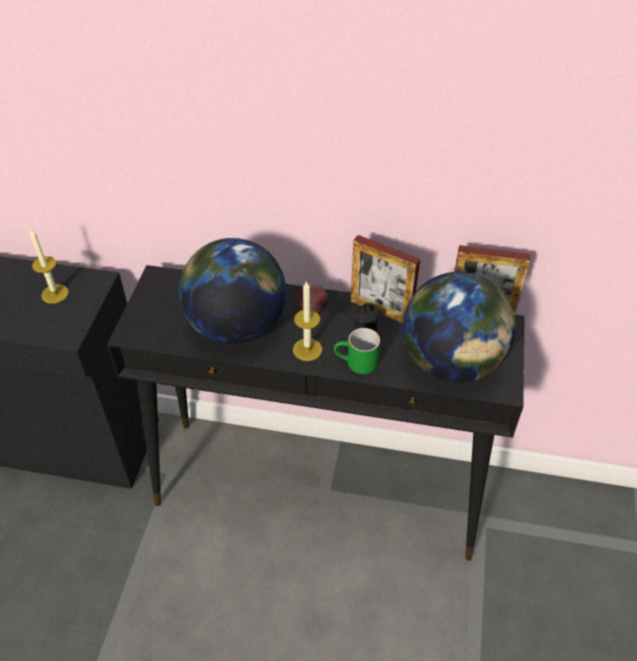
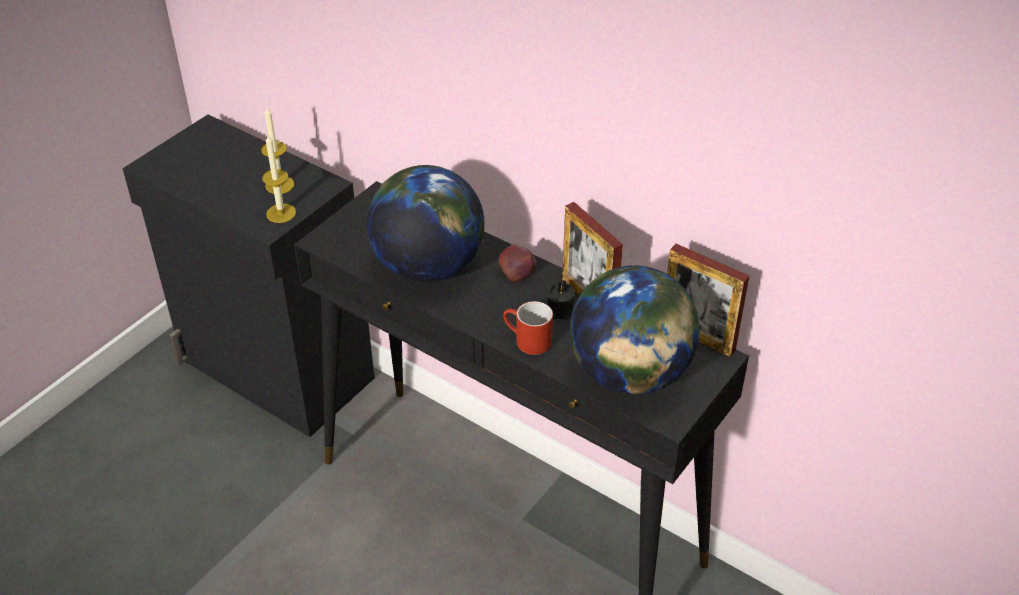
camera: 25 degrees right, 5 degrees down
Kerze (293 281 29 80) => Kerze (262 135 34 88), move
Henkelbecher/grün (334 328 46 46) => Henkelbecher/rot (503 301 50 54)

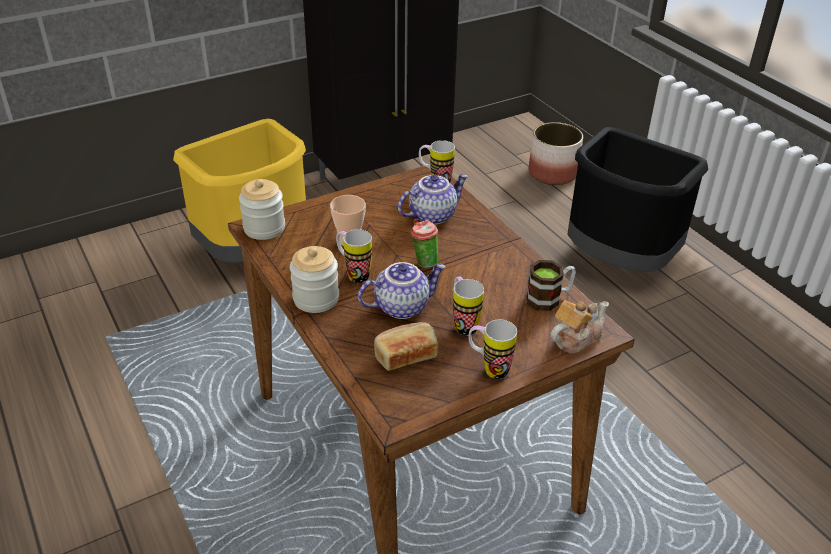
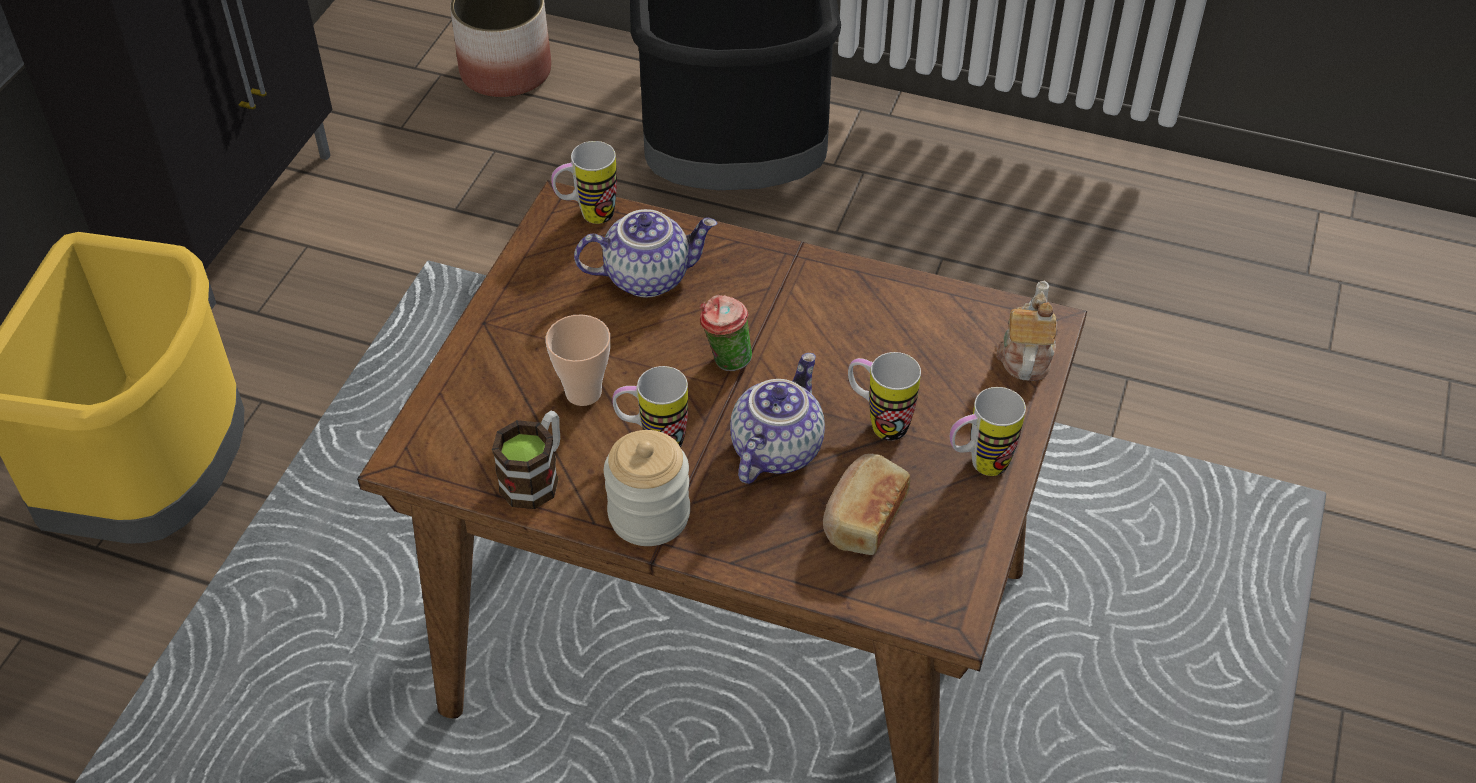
camera: 40 degrees left, 10 degrees up
Vorratsglas (239 179 46 61) => nothing
Henkelbecher (526 260 50 51) => Henkelbecher (492 411 68 98), move
Teekanne (398 174 70 51) => Teekanne (574 209 143 89), 60 degrees clockwise

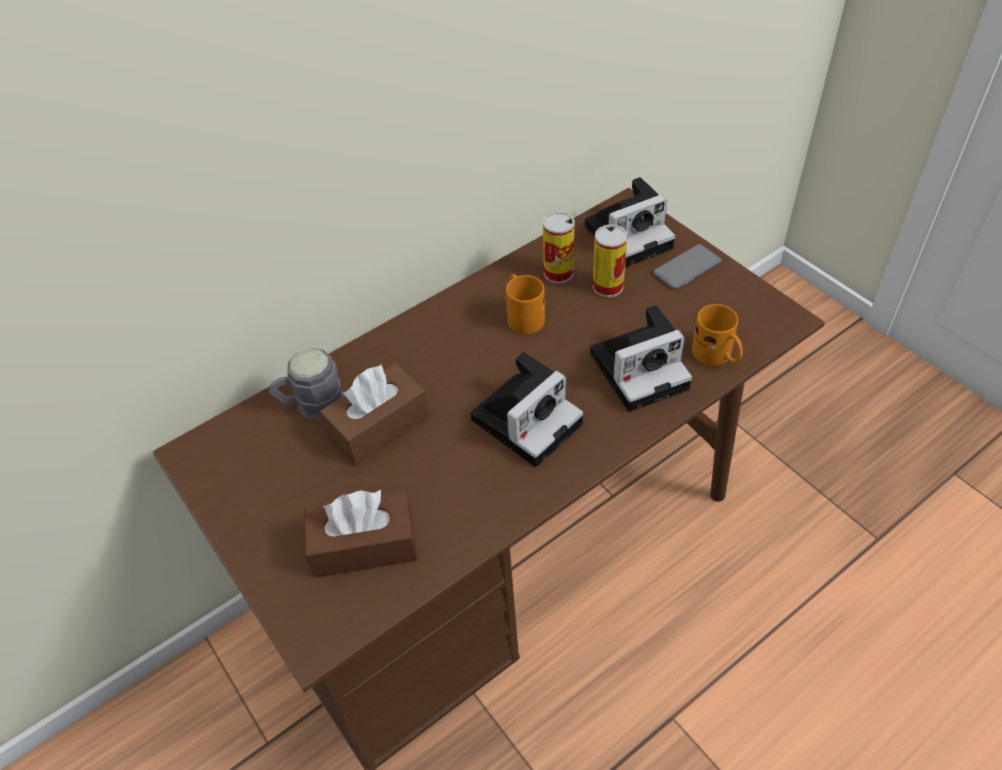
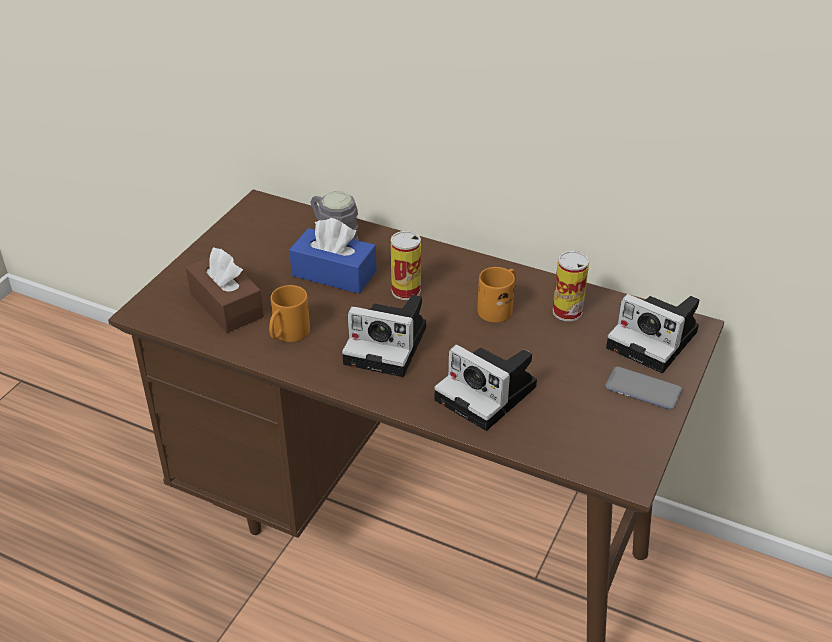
camera: 60 degrees right, 10 degrees down
Dose (593 224 35 73) => Dose (391 231 30 69), move
Henkelbecher/orange (692 304 51 62) => Henkelbecher/orange (269 285 41 57), move
Taschentuchbox/braun (320 363 109 102) => Taschentuchbox/blau (289 218 88 76)

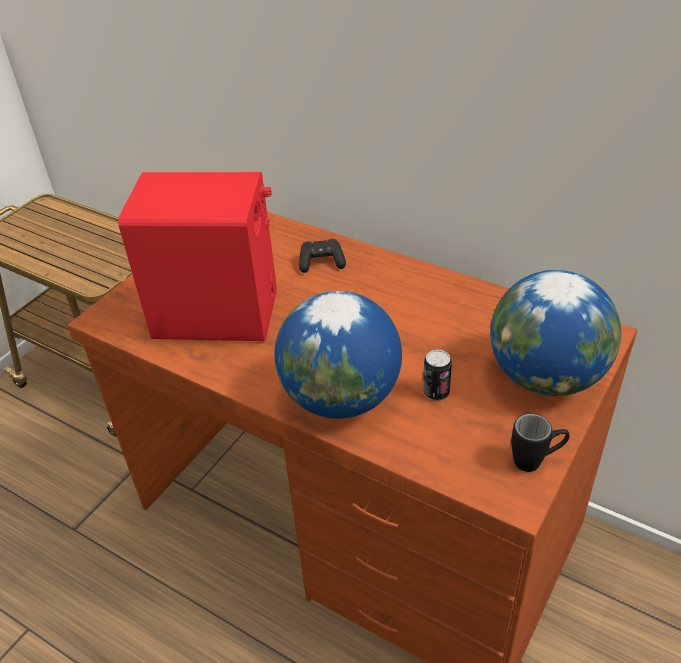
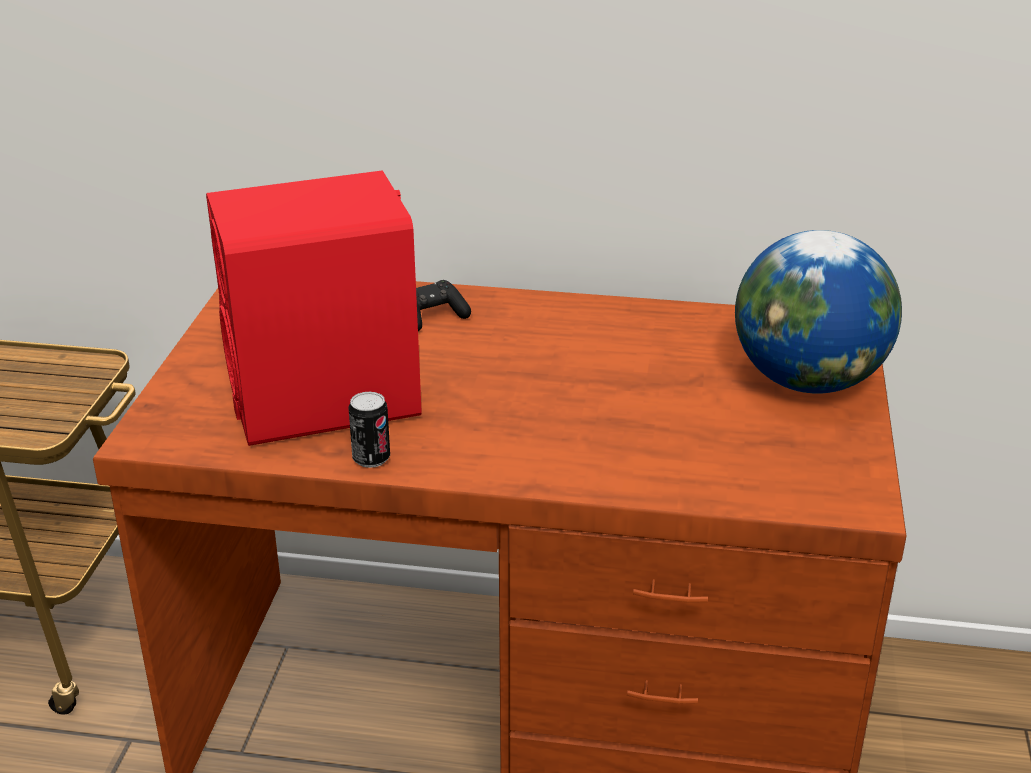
camera: 25 degrees left, 10 degrees down
Globus (274 291 128 128) => nothing
Henkelbecher/schwarz (511 414 59 58) => nothing
Dose (423 349 29 52) => Dose (348 392 42 76), move

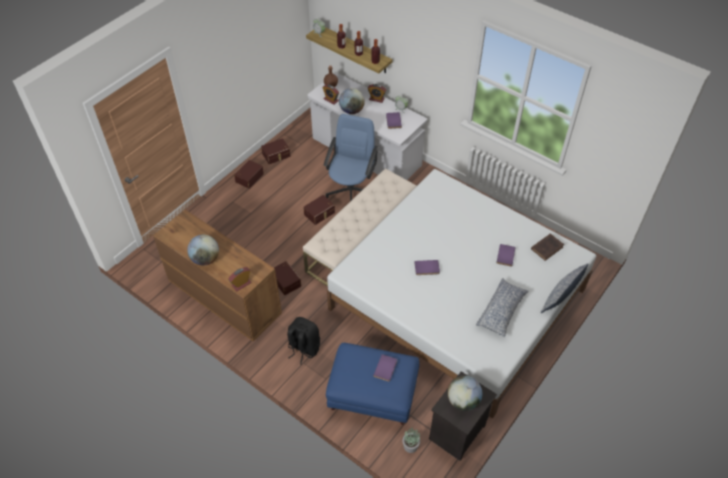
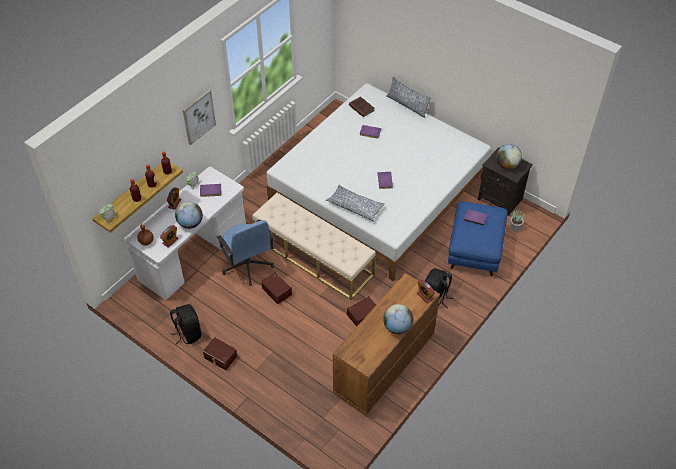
camera: 90 degrees left, 0 degrees up
nothing => Bild (183 90 33 55)
Kissen (476 278 53 60) => Kissen (326 185 59 36), move
Aufbewahrungsbox/braun (261 138 30 26) => Rucksack/schwarz (170 304 31 40)
Bürostuhl/blau (324 114 54 87) => Bürostuhl/blau (217 220 57 66), 135 degrees counterclockwise

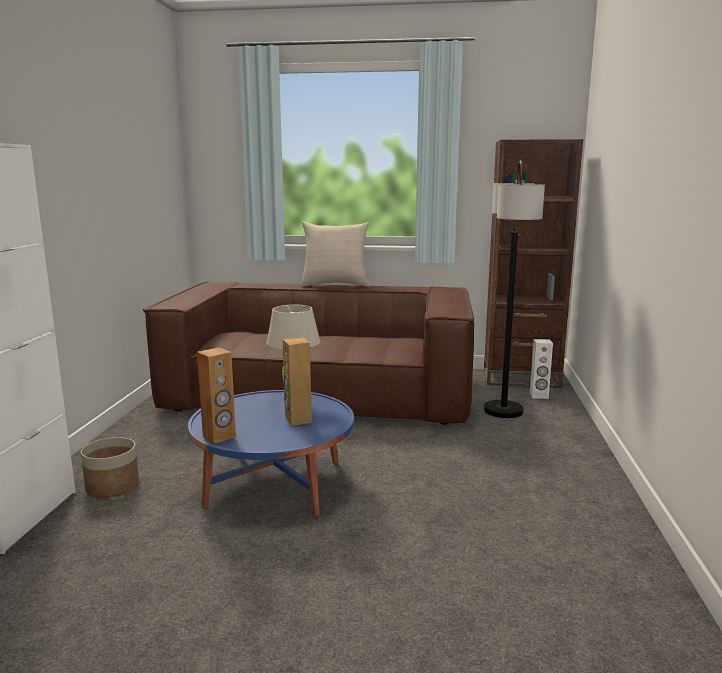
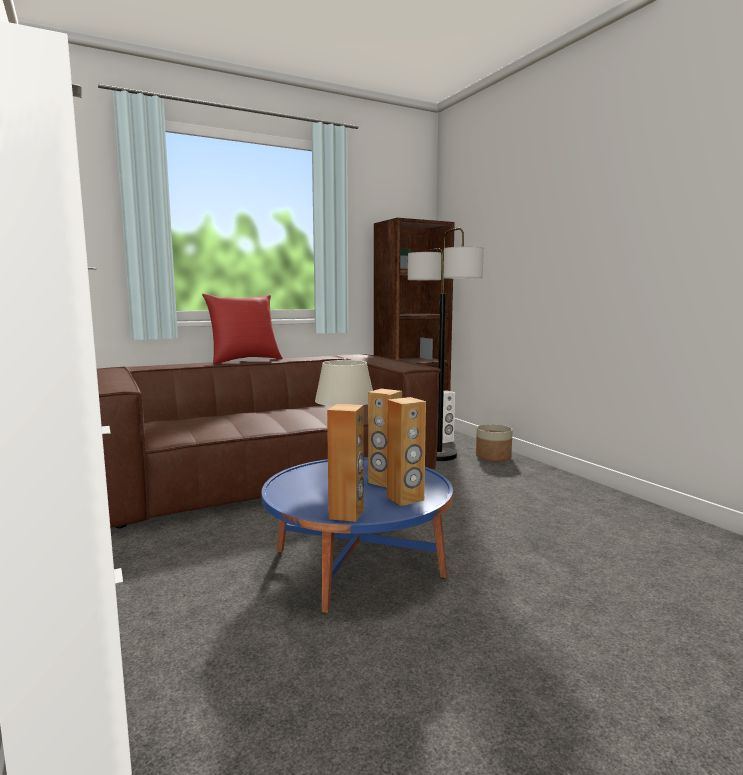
camera: 35 degrees left, 5 degrees down
nothing => Lautsprecher/braun (387 397 39 109)
Pflanzkübel (81 437 58 61) => Pflanzkübel (476 424 37 38), move
Kissen/beige (301 222 68 65) => Kissen/rot (202 294 81 70)

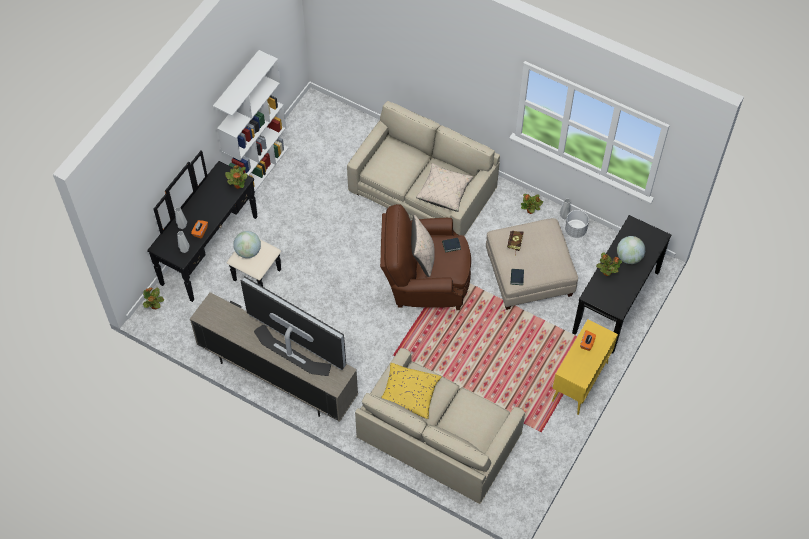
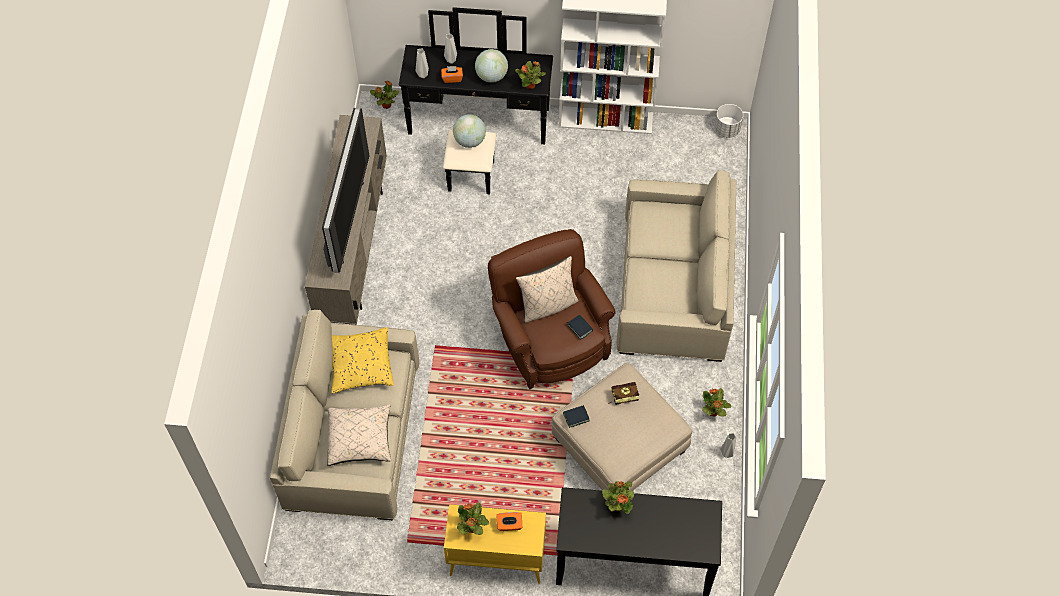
camera: 65 degrees right, 0 degrees up
nothing => Topfpflanze (457 502 32 33)
Kissen/beige (416 163 57 49) => Kissen/beige (327 404 64 62), move
Pflanzkübel/weiß (565 210 24 28) => Pflanzkübel/weiß (714 104 29 34), move
Globus (617 236 28 28) => Globus (475 49 33 34), move

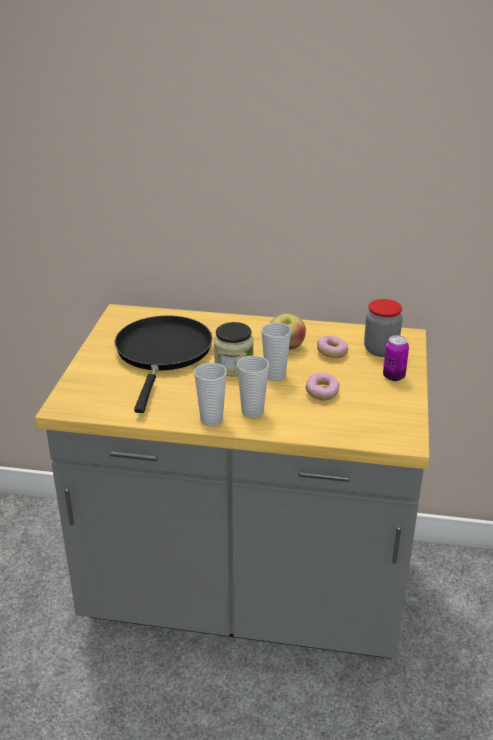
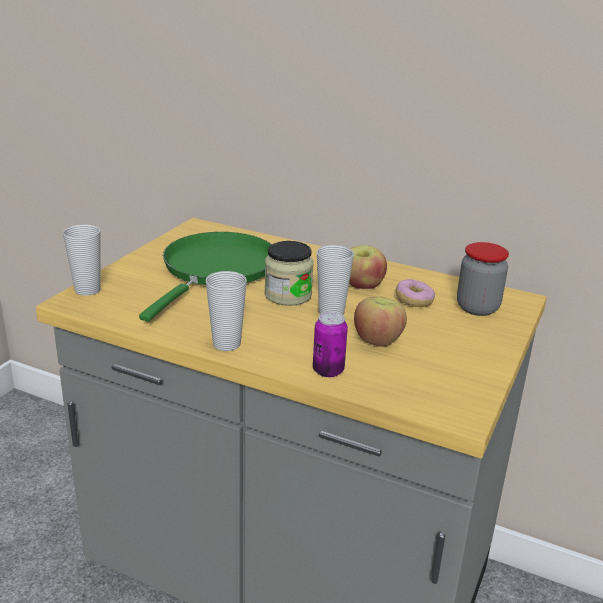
camera: 15 degrees right, 5 degrees down
Tasse (237 356 32 62) => Tasse (63 224 38 72), move
Dose (383 335 26 46) => Dose (313 312 35 65), move
Donut (306 373 33 28) => Apfel (354 297 53 50)
Pfanne/schwarz (114 316 99 97) => Pfanne/grün (139 232 133 89)

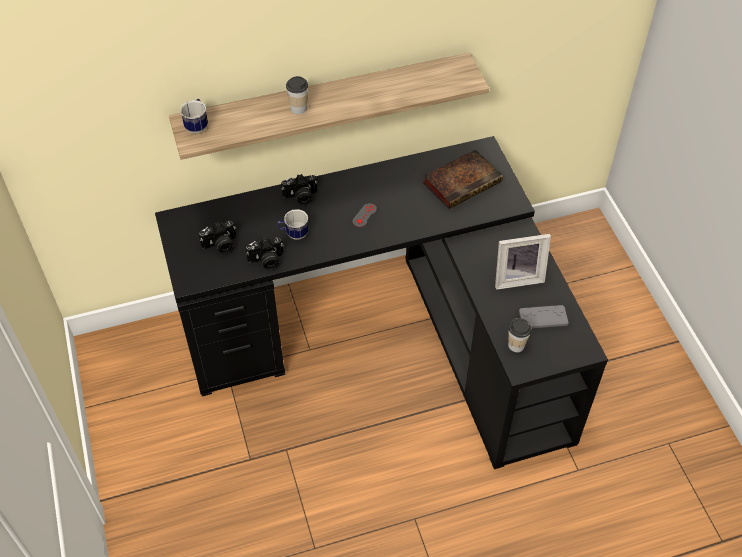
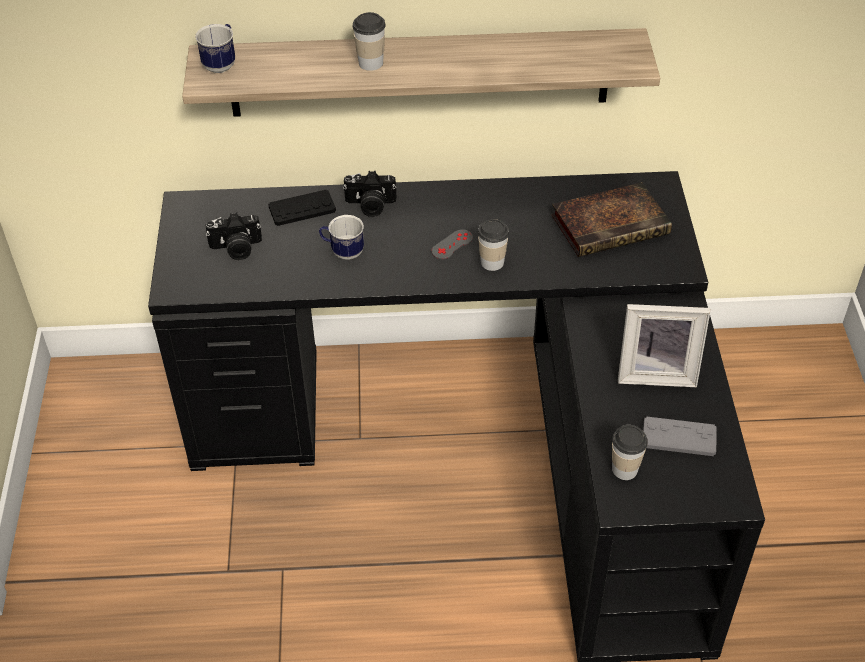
camera: 15 degrees right, 5 degrees down
Kamera (245 237 39 33) => nothing
nothing => Gamepad/schwarz (268 190 68 36)
nothing => Tasse (478 219 31 52)

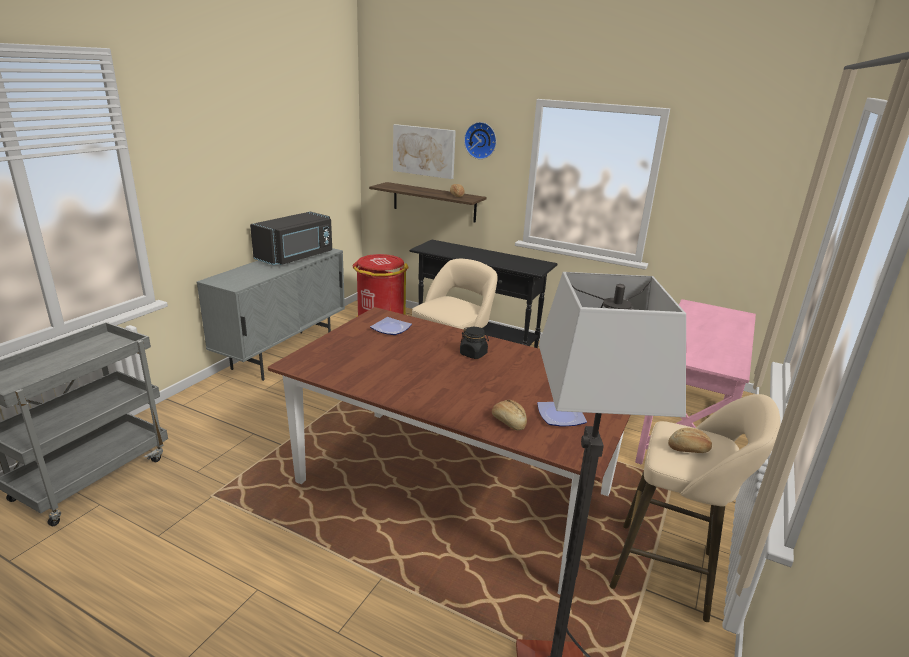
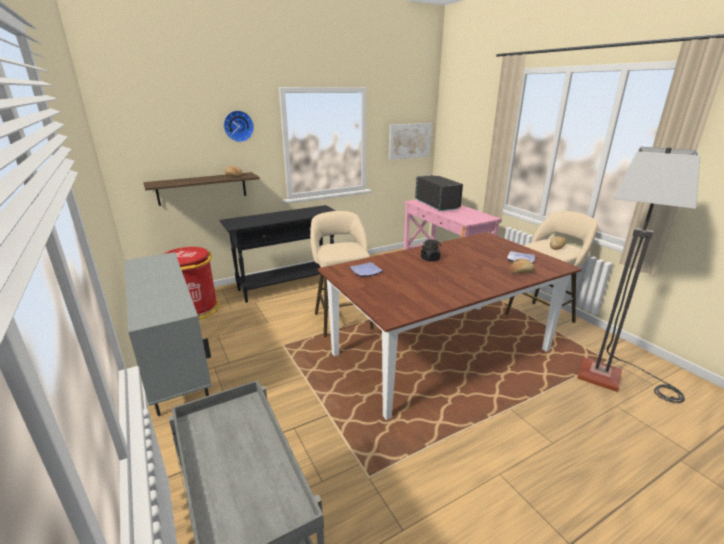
camera: 55 degrees left, 0 degrees up
Mikrowelle/schwarz (250 212 82 53) => Mikrowelle/schwarz (415 175 48 36), move
Bild (393 124 63 55) => Bild (389 123 43 37), move

